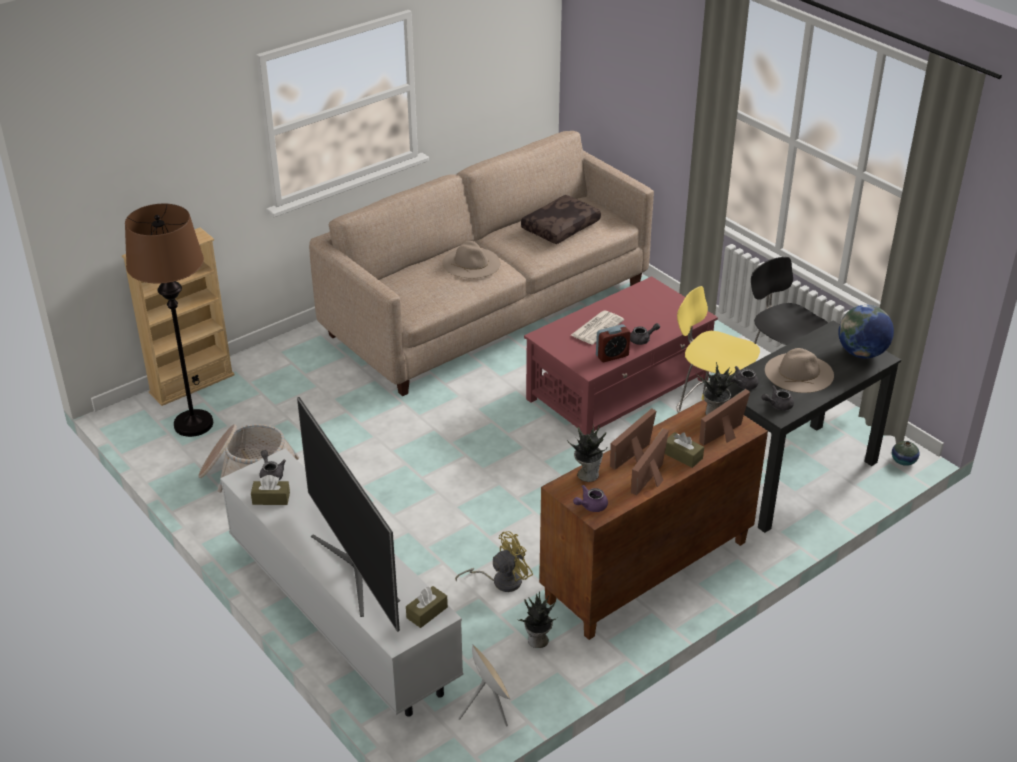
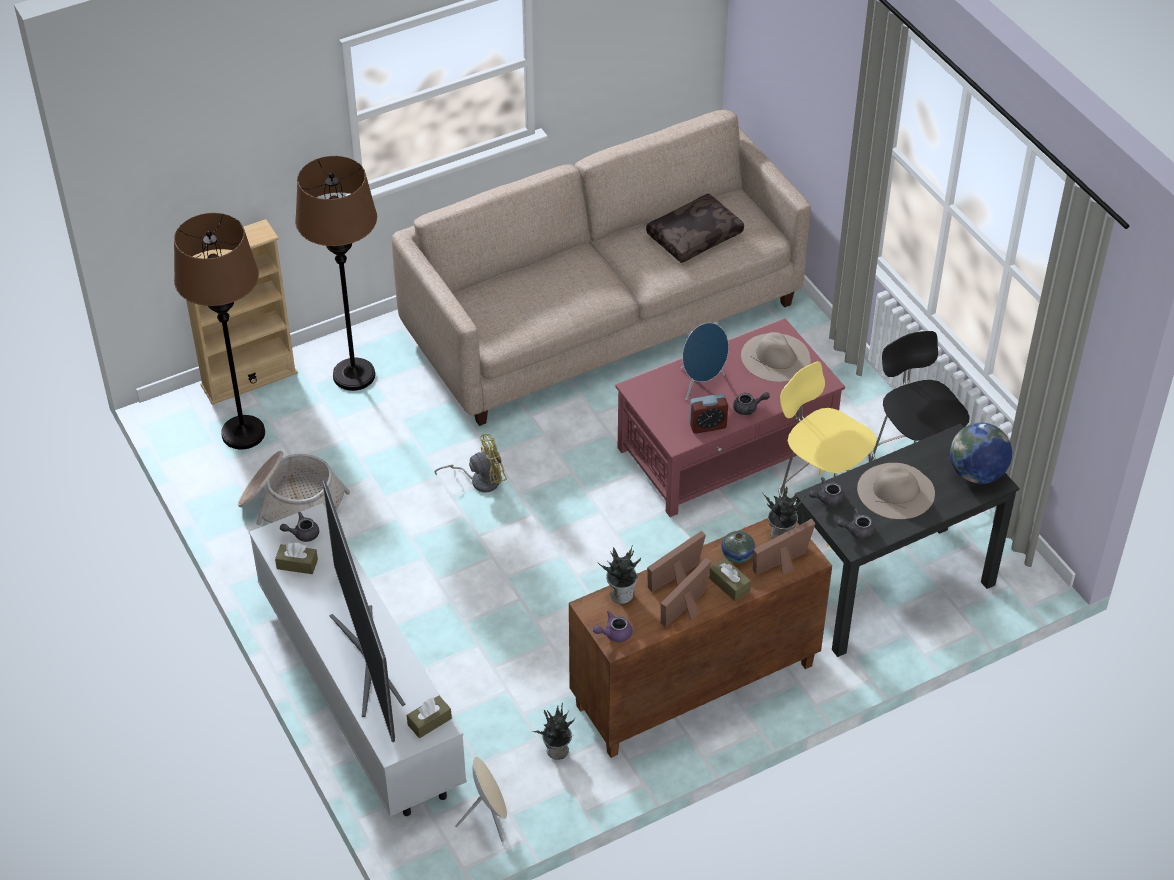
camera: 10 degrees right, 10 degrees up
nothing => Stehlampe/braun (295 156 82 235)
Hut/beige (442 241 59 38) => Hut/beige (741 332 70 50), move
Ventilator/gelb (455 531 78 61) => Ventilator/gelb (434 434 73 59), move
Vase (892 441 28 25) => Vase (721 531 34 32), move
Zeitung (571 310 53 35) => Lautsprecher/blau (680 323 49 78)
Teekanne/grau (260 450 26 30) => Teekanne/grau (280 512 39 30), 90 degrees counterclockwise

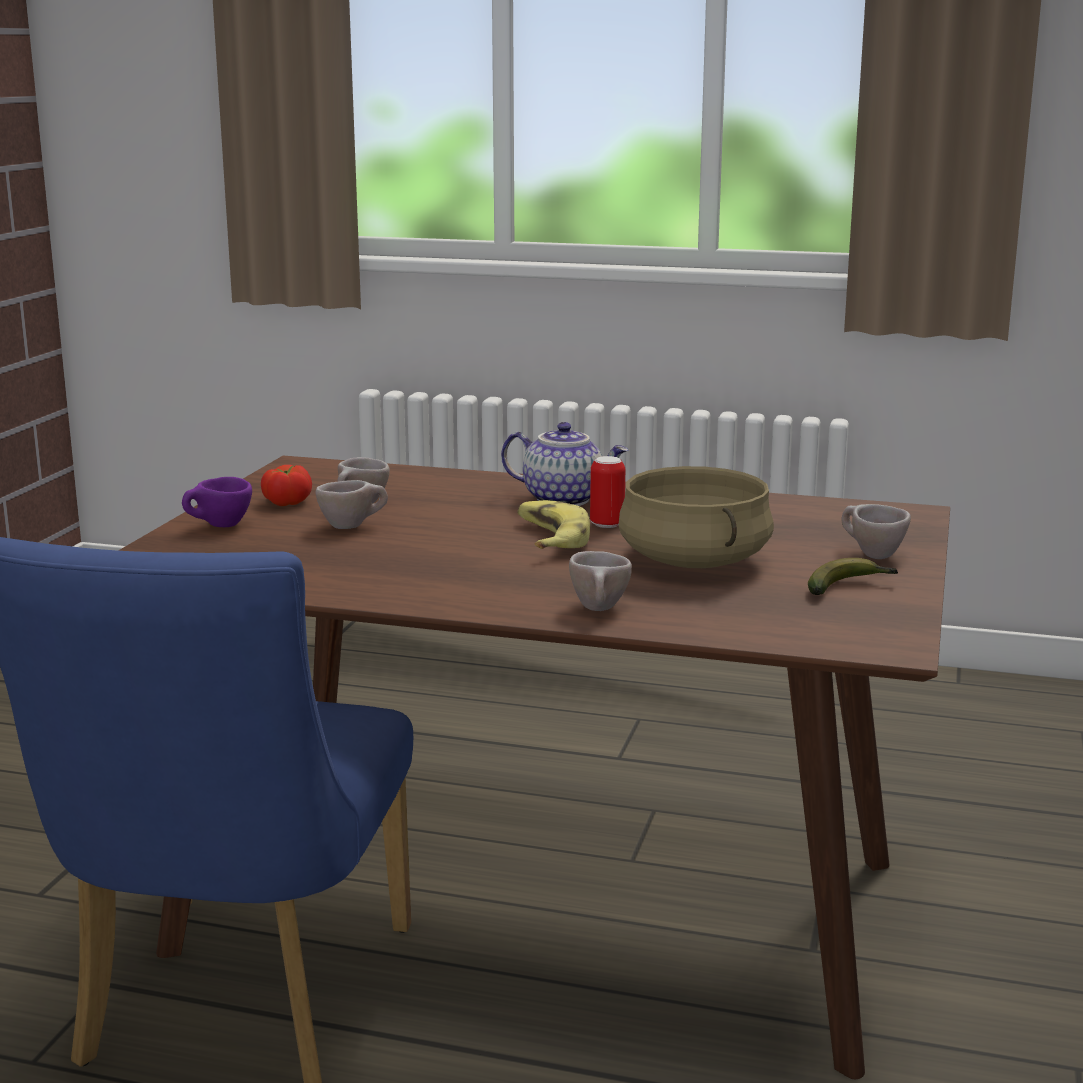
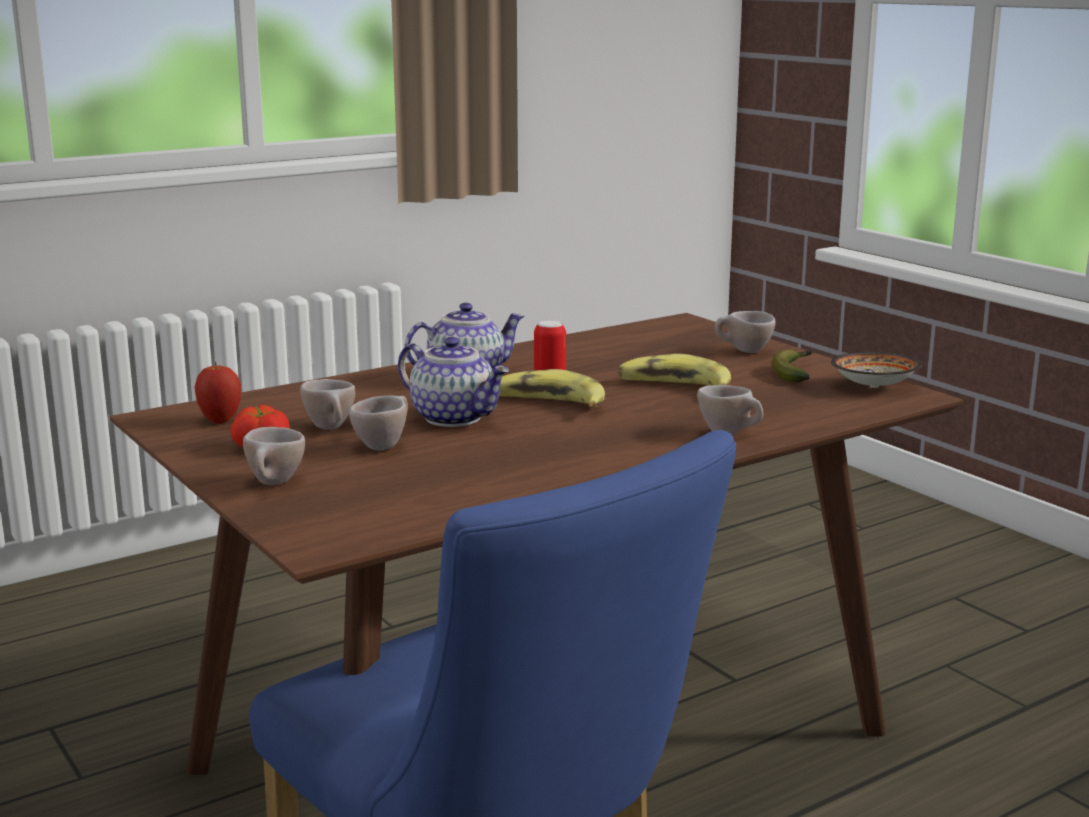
camera: 50 degrees left, 0 degrees up
nothing => Apfel (194 362 47 62)
nothing => Teekanne (398 337 111 90)
nothing => Schüssel (831 352 91 36)
Kochtopf/beige (619 466 155 102) => Banane (618 354 113 31)
Tasse/lila (182 477 70 50) => Tasse/beige (243 427 62 58)

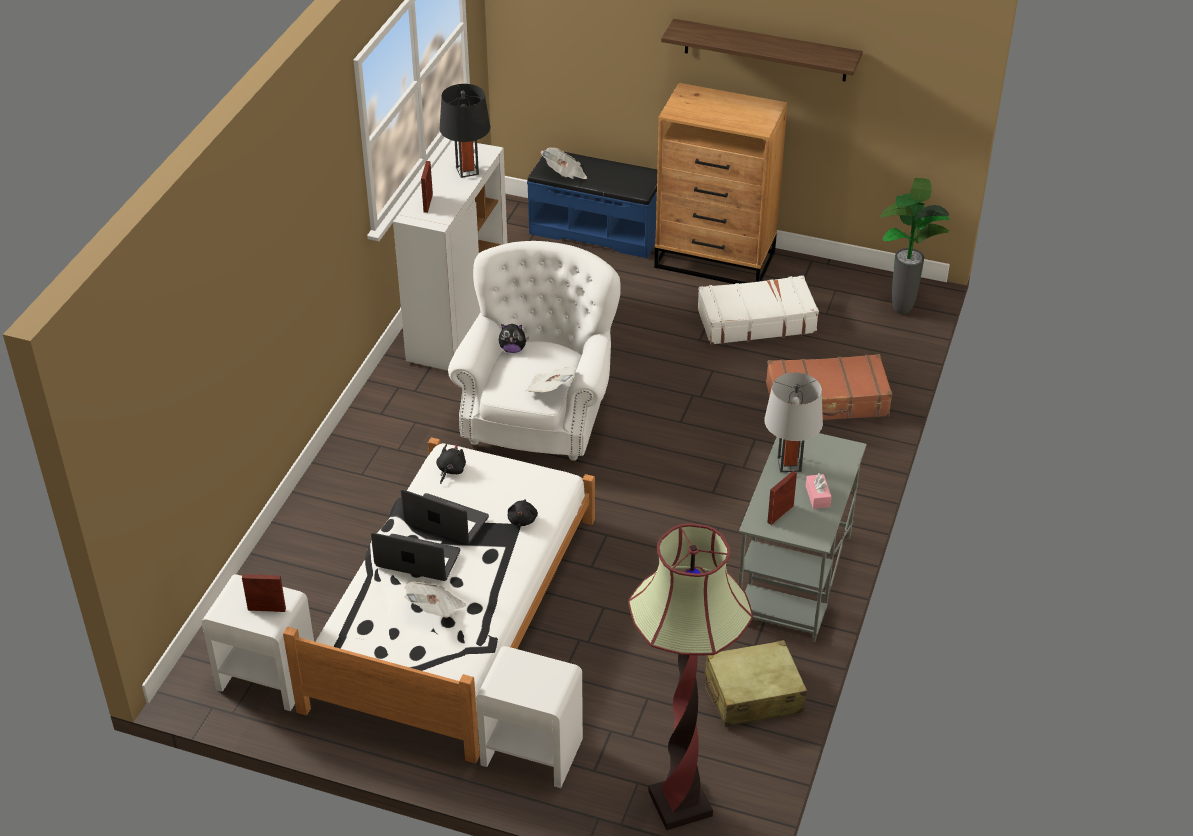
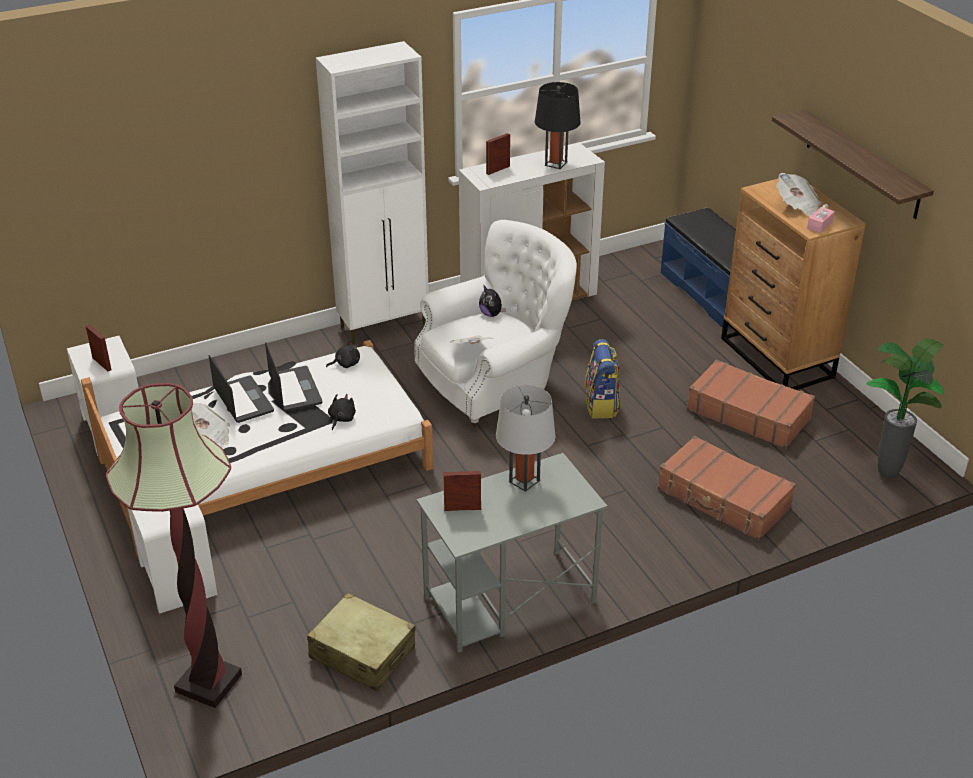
camera: 45 degrees right, 5 degrees down
nothing => Schrank/weiß (316 41 113 303)
nothing => Rucksack (584 339 36 80)
Zeitung (541 148 46 31) => Zeitung (776 173 45 43), move
Taschentuchbox/rosa (806 473 26 36) => Taschentuchbox/rosa (807 204 28 29), move
Koffer/weiß (698 275 121 70) => Koffer/braun (687 360 128 89)
Plüschtier/schwarz (508 499 30 27) => Plüschtier/schwarz (328 394 28 36), 150 degrees clockwise

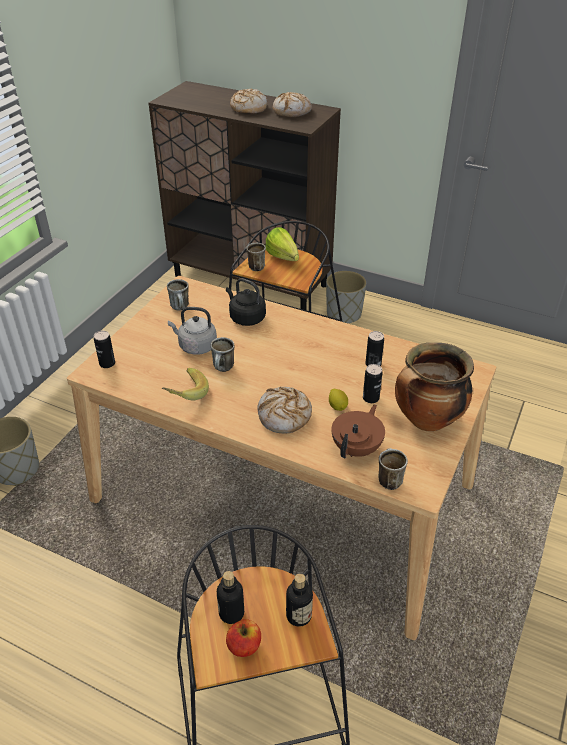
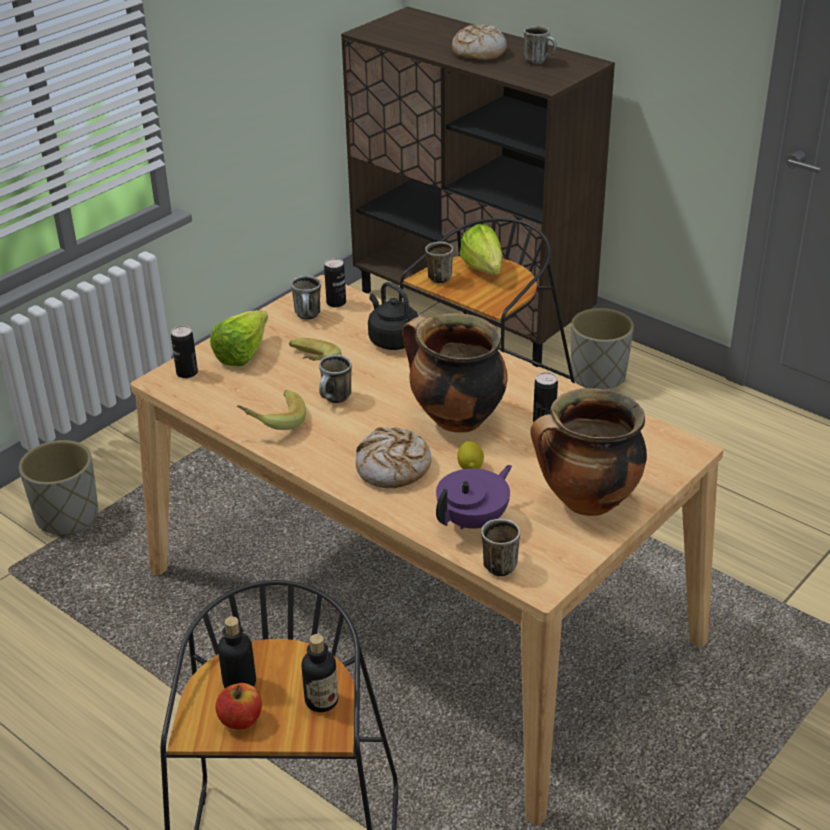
camera: 15 degrees right, 5 degrees down
nothing => Salatkopf (210 310 58 56)
nothing => Kochtopf (402 313 106 120)
Dose (363 364 20 39) => Dose (324 258 22 50), move
Wasserkessel/grau (168 307 49 48) => Banane (289 338 53 23)
Brot (273 92 39 25) => Henkelbecher (524 26 33 38)
Teekanne/braun (331 404 54 54) => Teekanne/lila (436 465 76 65)

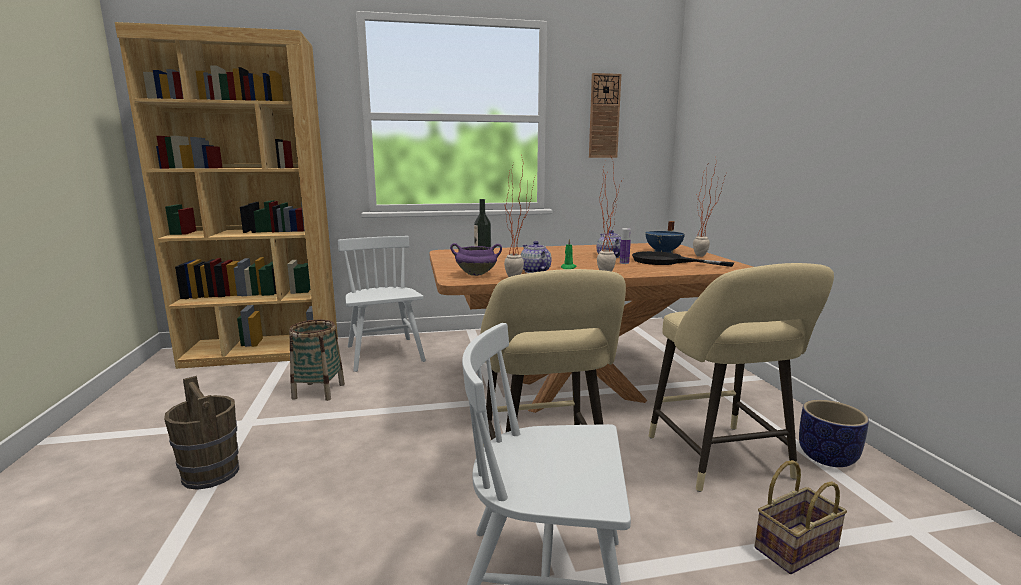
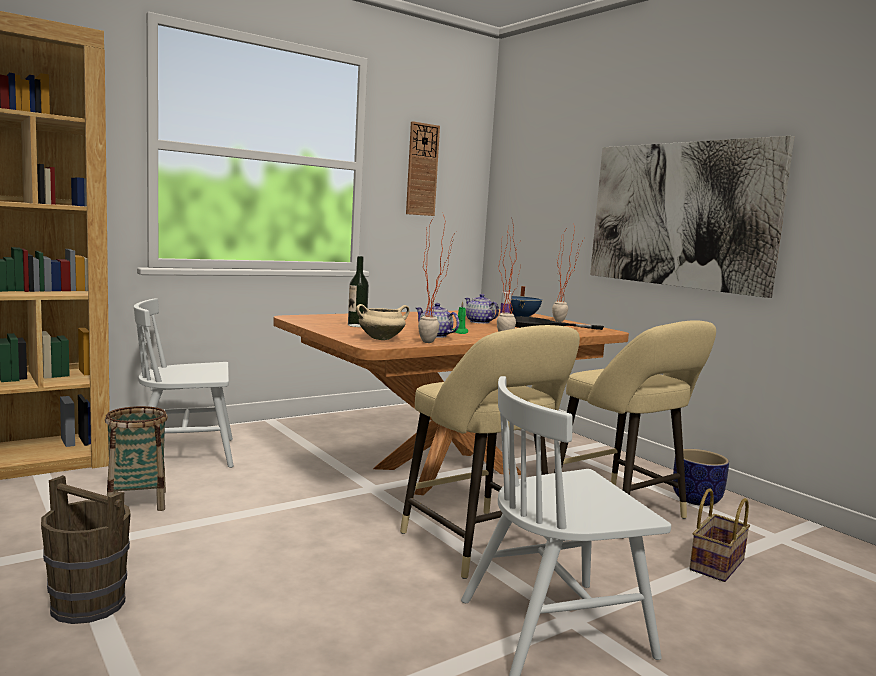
camera: 25 degrees left, 5 degrees down
nothing => Bild (590 136 204 162)
Kochtopf/lila (450 243 52 33) => Kochtopf/beige (356 304 54 36)
Stuhl/weiß (338 236 88 136) => Stuhl/weiß (134 299 100 169), 60 degrees counterclockwise

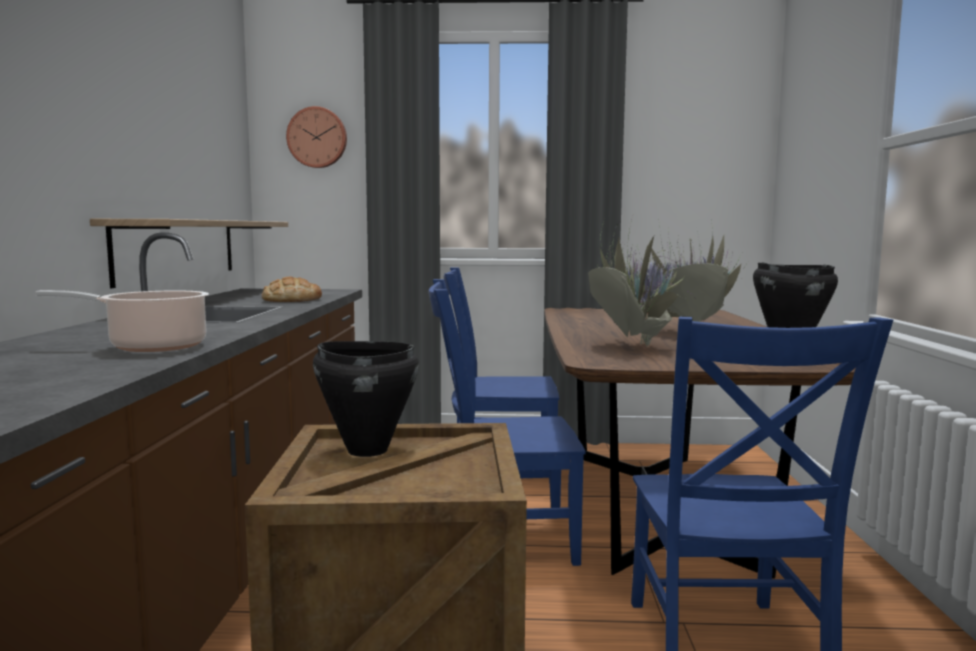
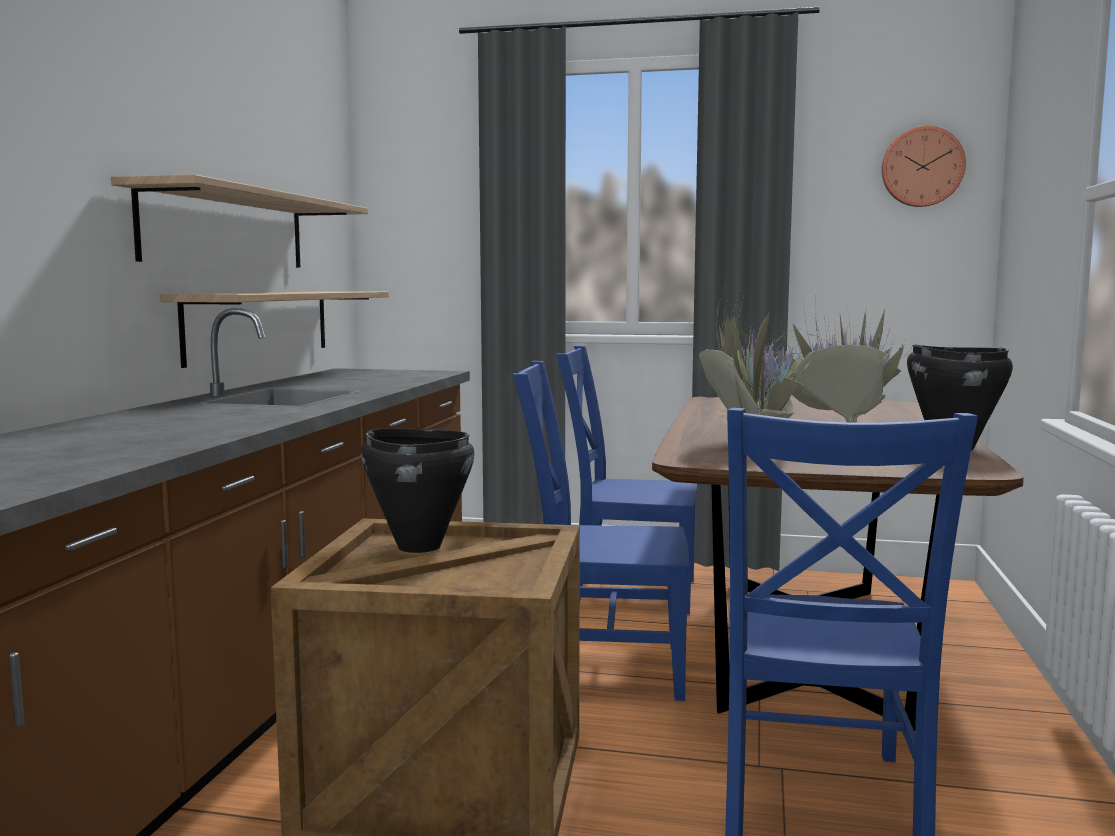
camera: 10 degrees right, 0 degrees up
Kochtopf (35 290 174 62) => nothing
Brot (262 276 60 26) => nothing
nothing => Wandregal (111 174 257 94)
Wanduhr (286 106 61 62) => Wanduhr (881 126 85 81), move

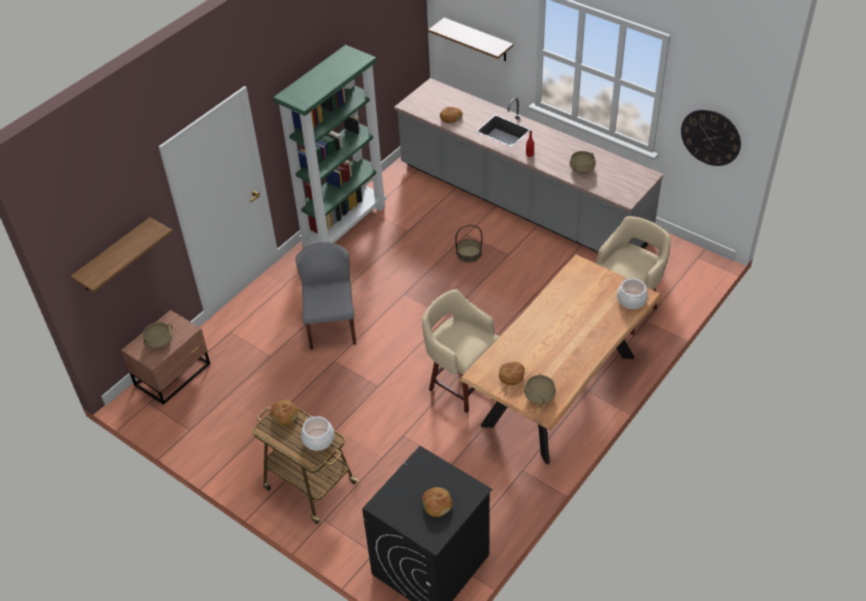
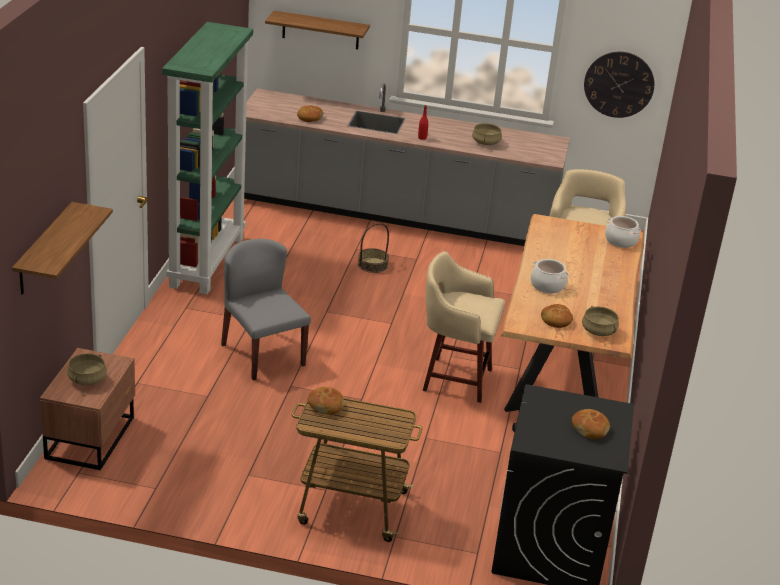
camera: 30 degrees left, 15 degrees down
Kochtopf (301 416 33 35) => Kochtopf (531 259 38 34), move

